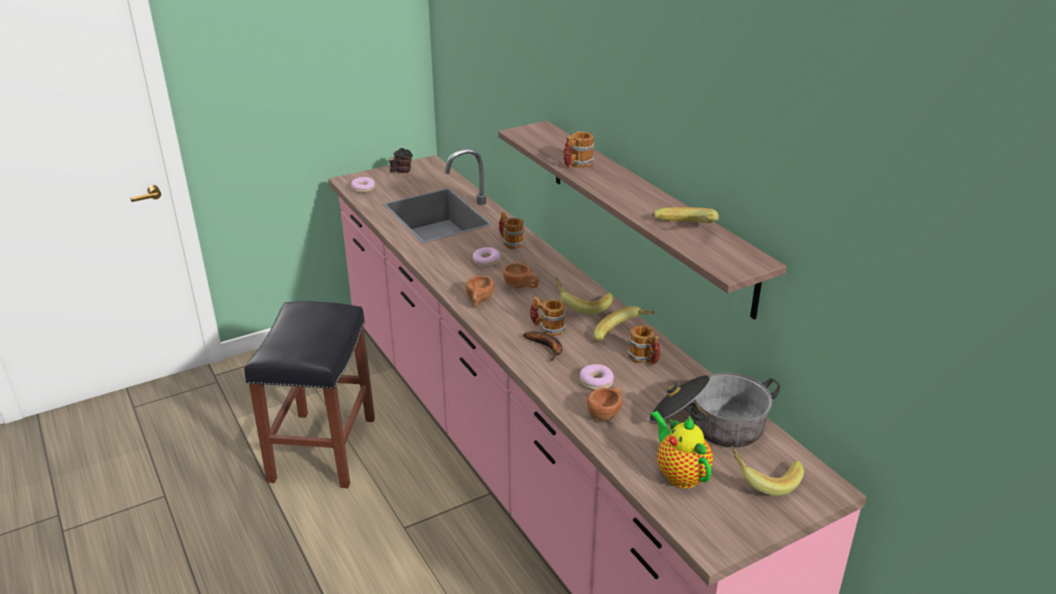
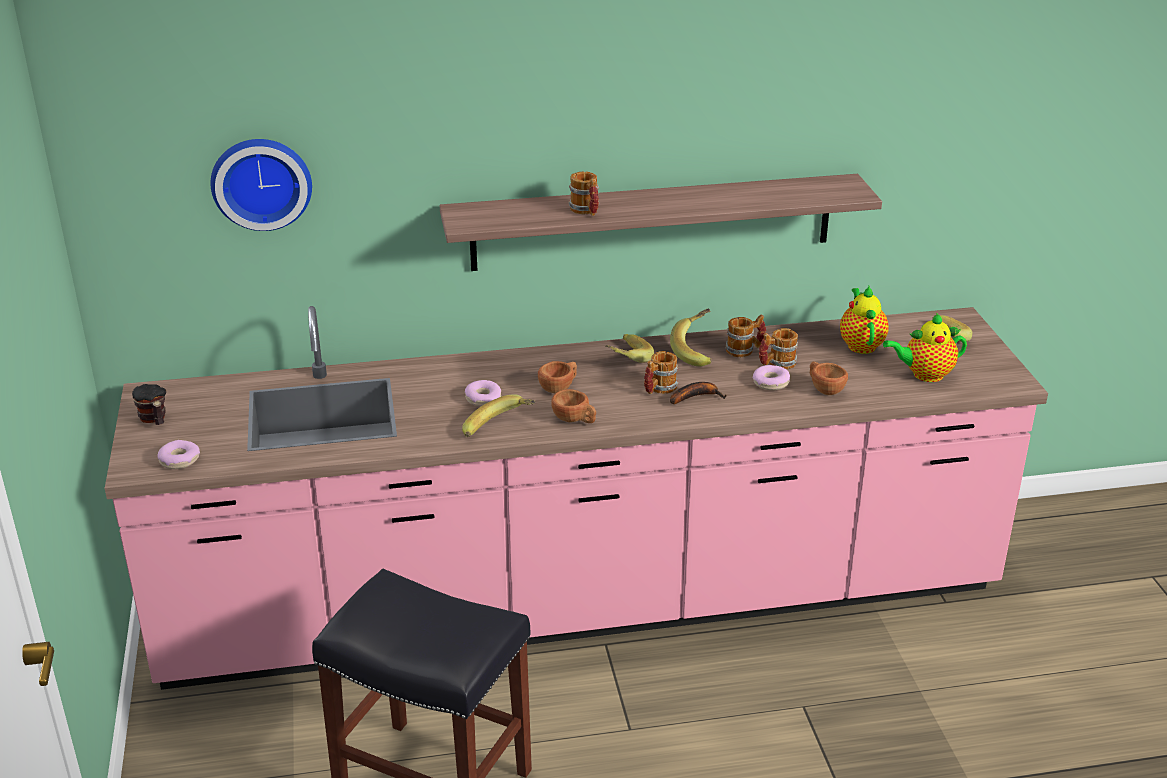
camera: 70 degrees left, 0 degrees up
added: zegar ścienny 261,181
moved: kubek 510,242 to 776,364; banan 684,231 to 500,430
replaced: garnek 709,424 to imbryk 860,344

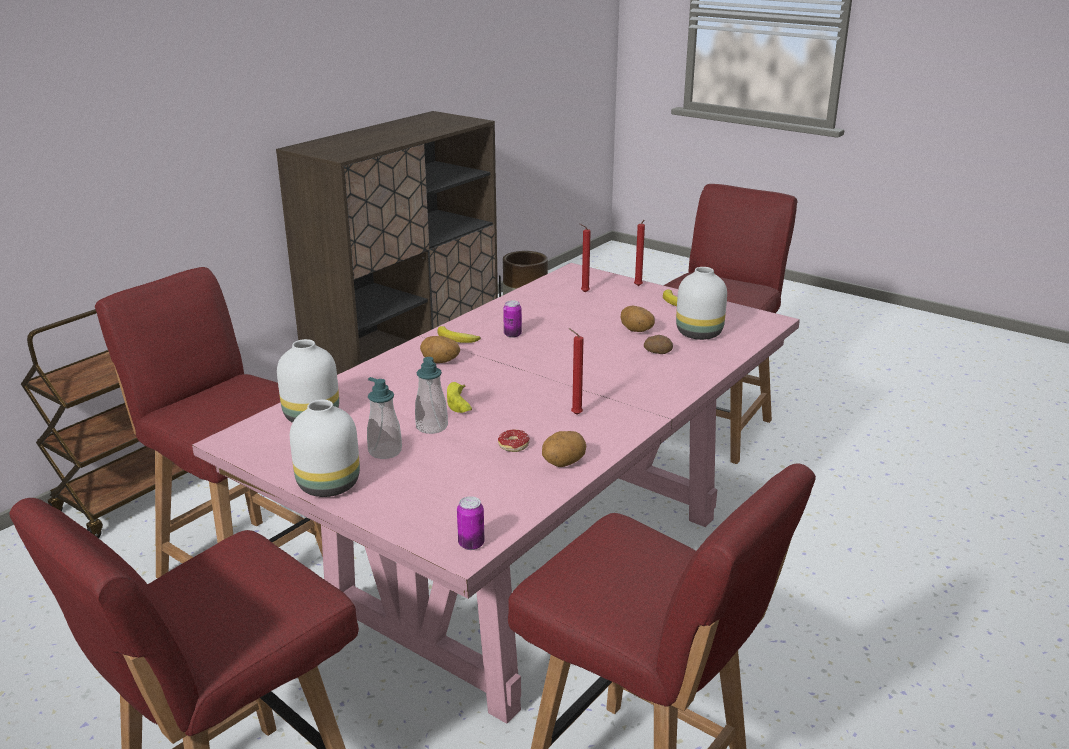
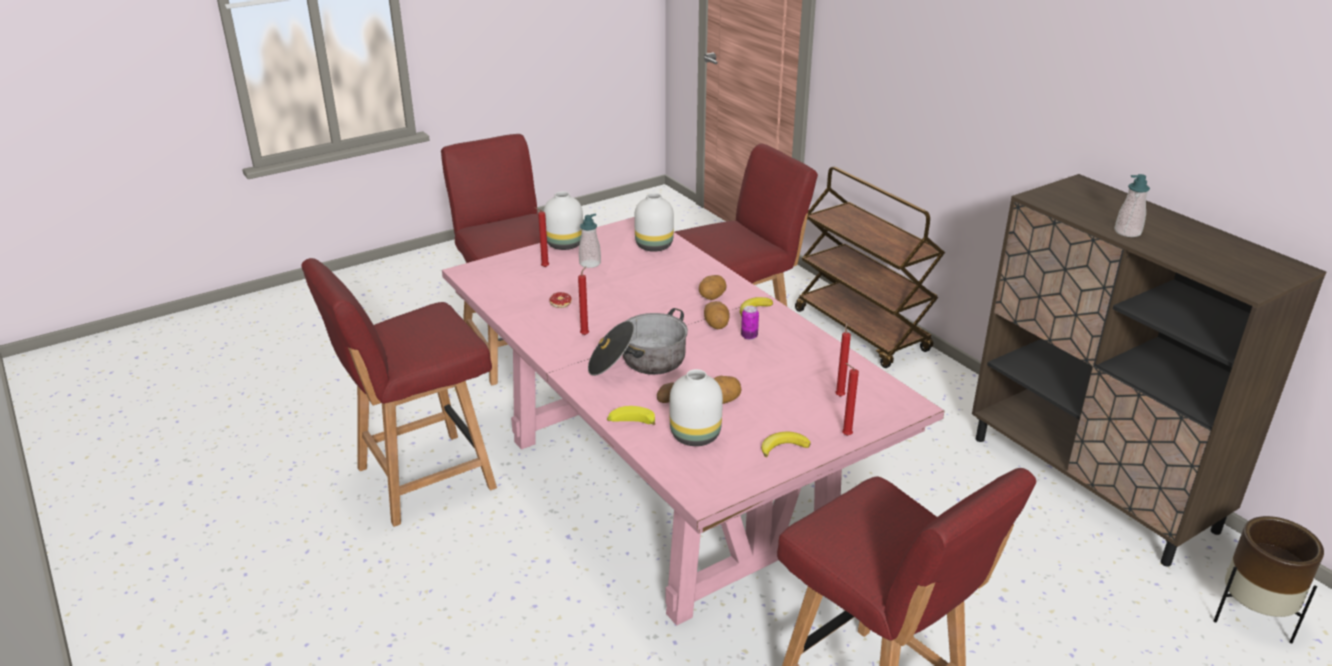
camera: 110 degrees right, 5 degrees up
removed: puszka 471,544
added: świeca (czerwony) 543,267; garnek 638,363
moved: dozownik mydła 431,427 to 1127,232; banan 461,404 to 631,423; ziemniak 563,463 to 716,325

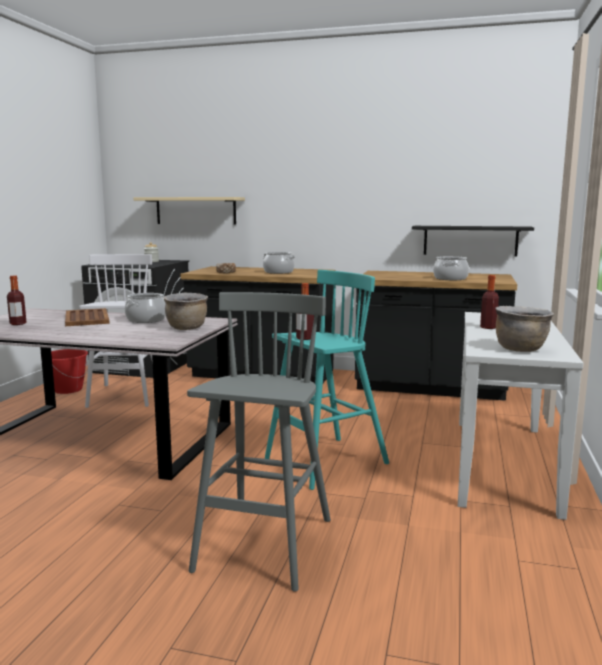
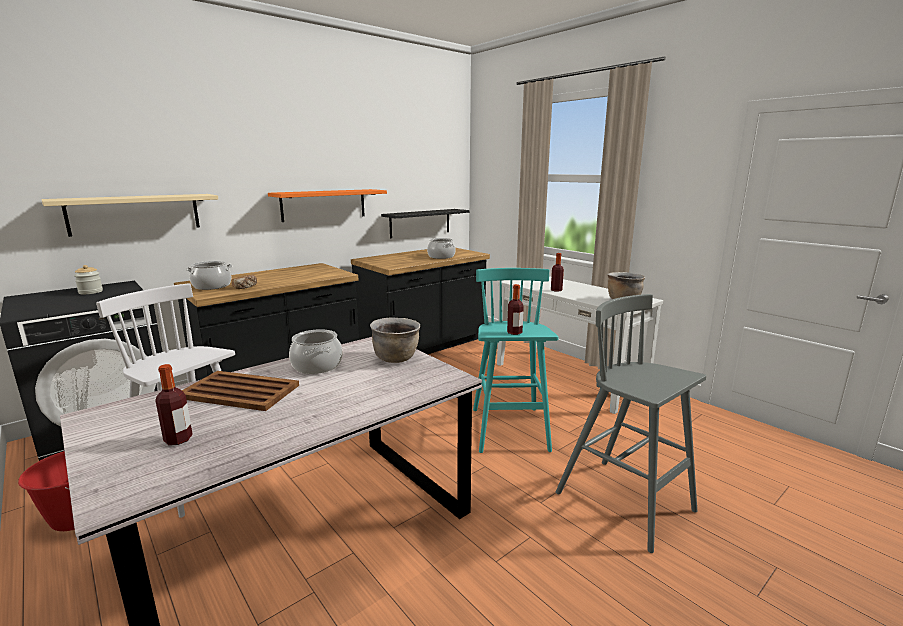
camera: 55 degrees left, 5 degrees up
added: półka (pomarańczowy) 324,205
moved: garnek 278,272 to 212,286

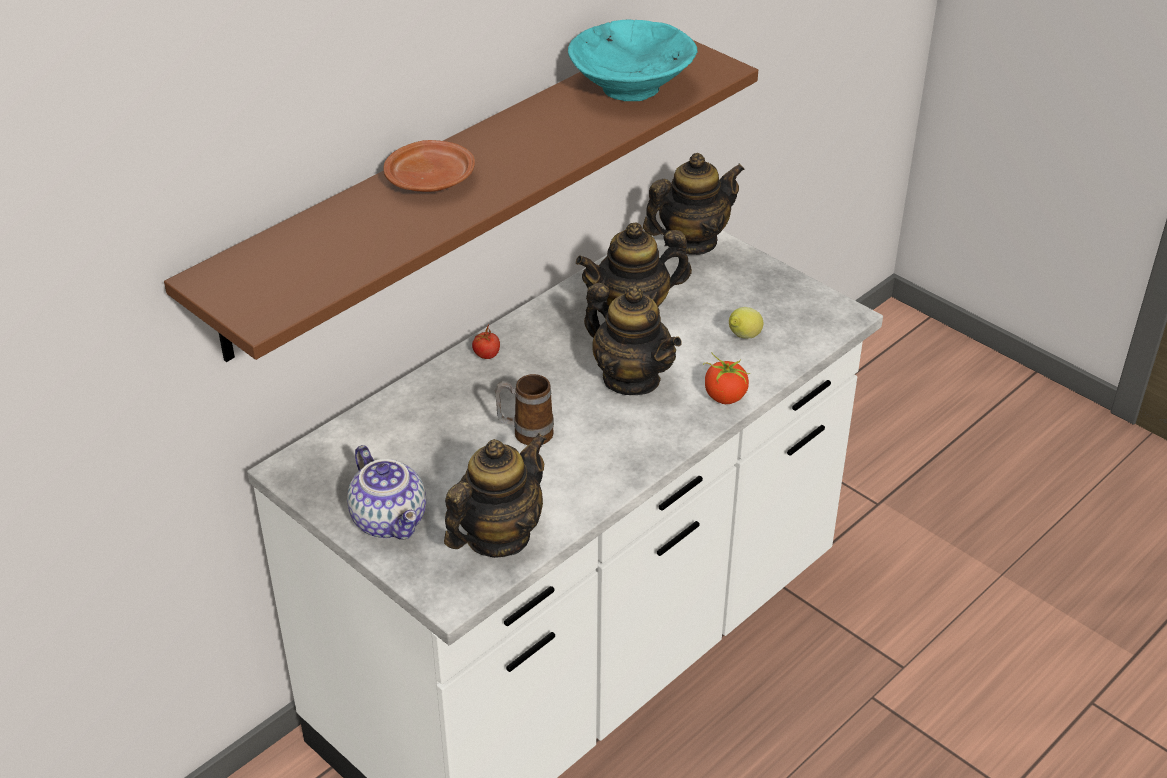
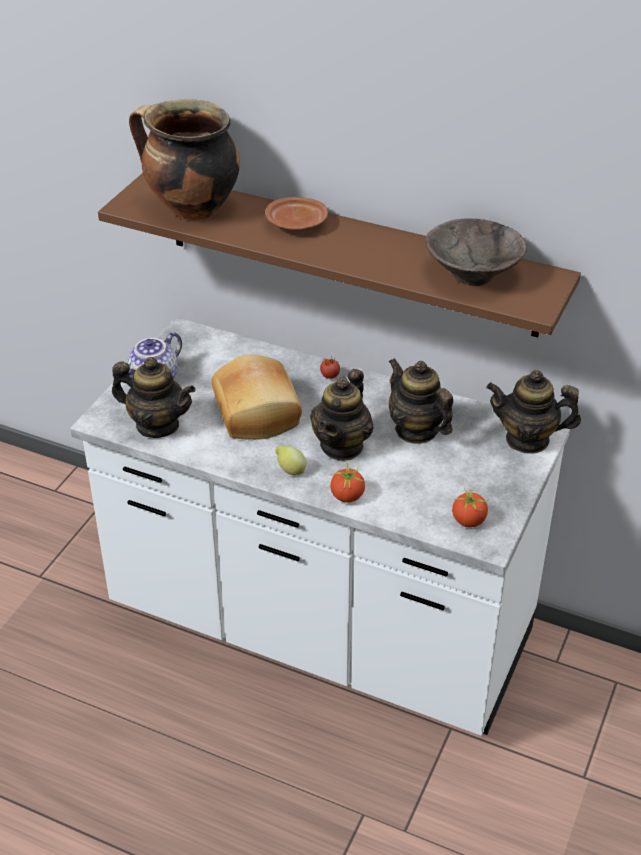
camera: 70 degrees right, 0 degrees up
added: garnek 191,209; pomidor 469,521
moved: cytryna 743,337 to 290,471
replaced: kubek 525,434 to chleb 259,412
recoloured: miska (turkusowy) 632,88 to miska (brązowy) 474,274
turned: imbryk 691,242 = 527,440 150 degrees clockwise

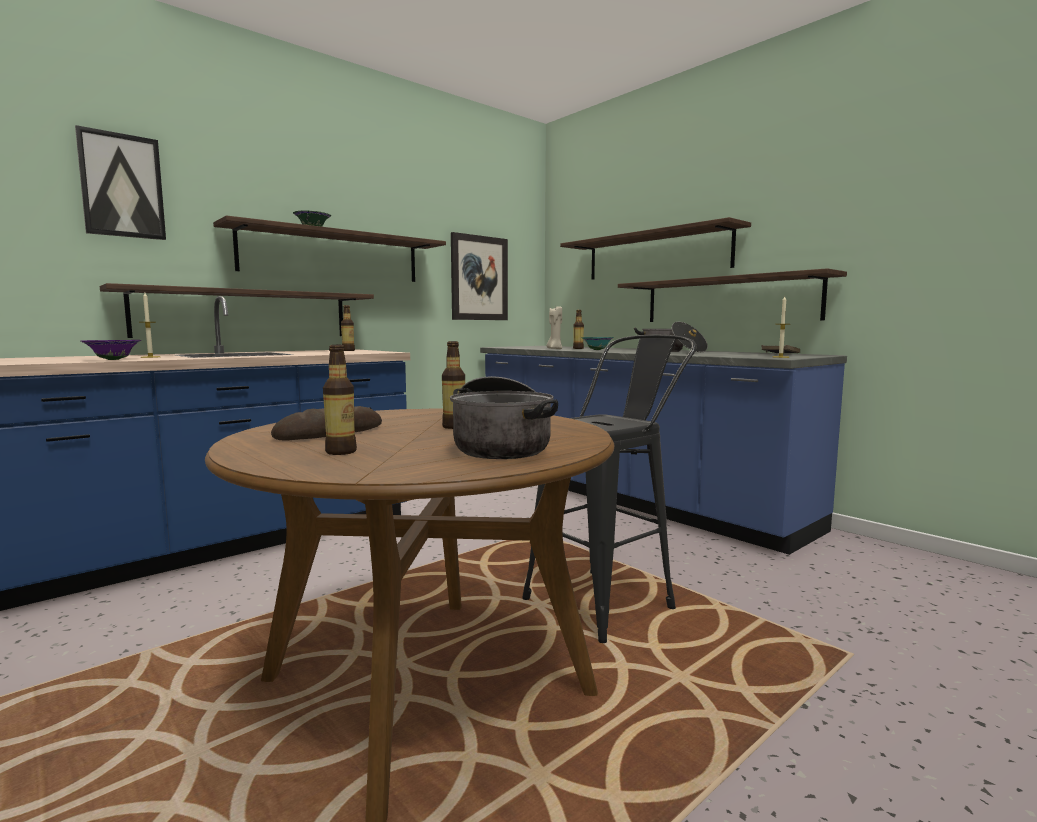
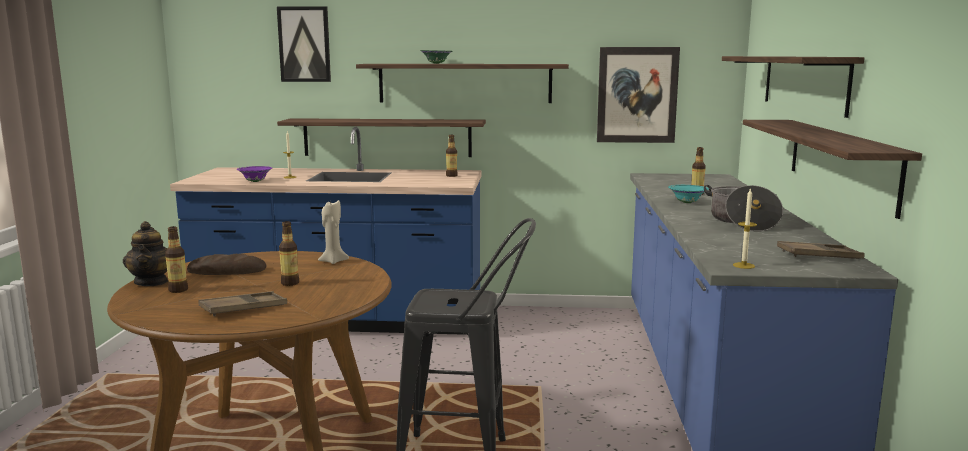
camera: 45 degrees right, 5 degrees up
added: imbryk 151,282
moved: świeca (beżowy) 554,349 to 333,261
replaced: garnek 502,445 to taca (brązowy) 243,309

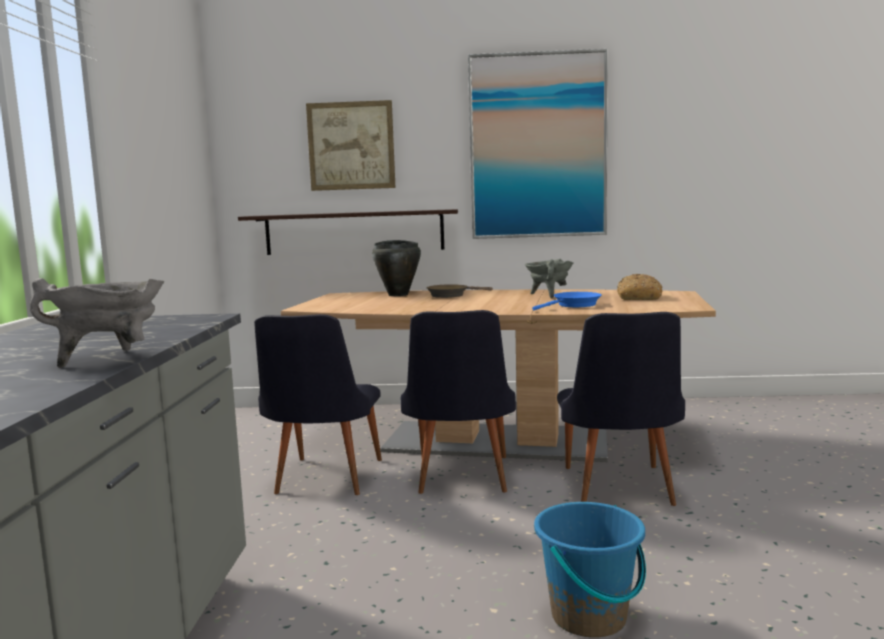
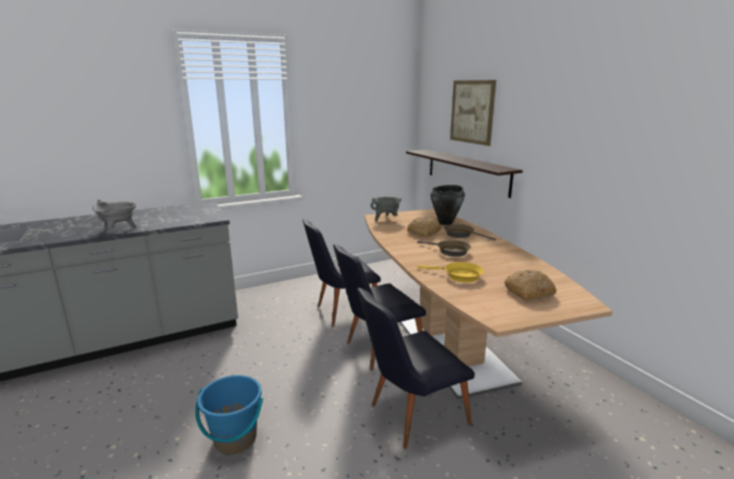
camera: 60 degrees right, 10 degrees up
removed: obraz 537,146
added: chleb 423,232; patelnia (brązowy) 450,251
moved: garnek (szary) 548,295 to 386,219
recoloured: patelnia (niebieski) 574,305 to patelnia (żółty) 459,276

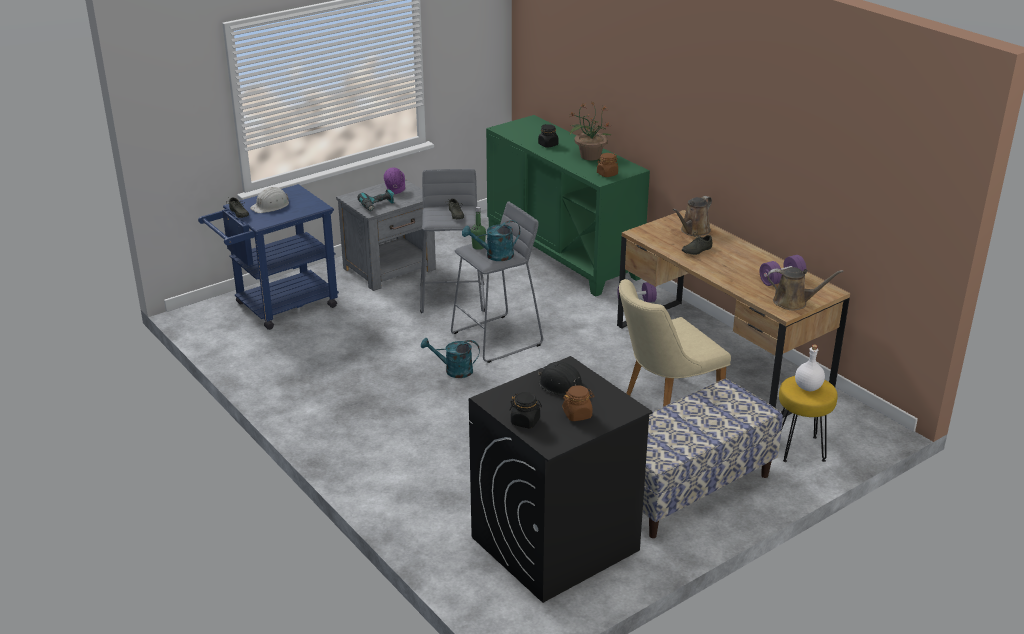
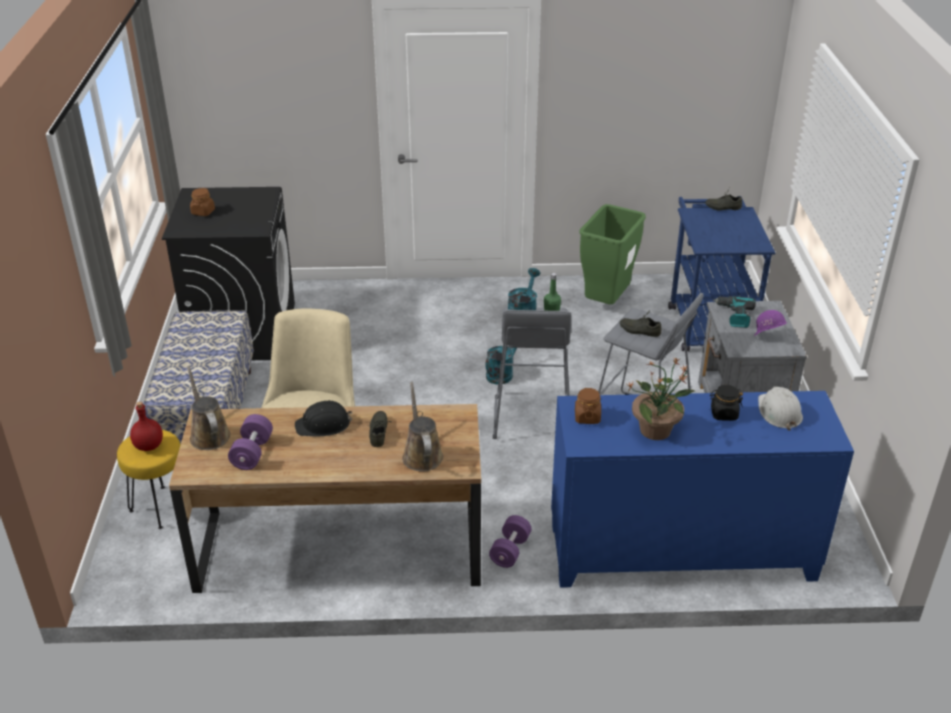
camera: 125 degrees right, 5 degrees up
removed: słoik (czarny) 525,421
added: kosz na śmieci (zielony) 606,302
moved: kask (biały) 271,206 to 779,412; kask (czarny) 563,386 to 323,425
recoloured: szafka (zielony) 563,253 to szafka (niebieski) 681,553; butelka (biały) 808,388 to butelka (czerwony) 148,446
turned: konewka (brązowy) 793,302 = 208,434 105 degrees clockwise

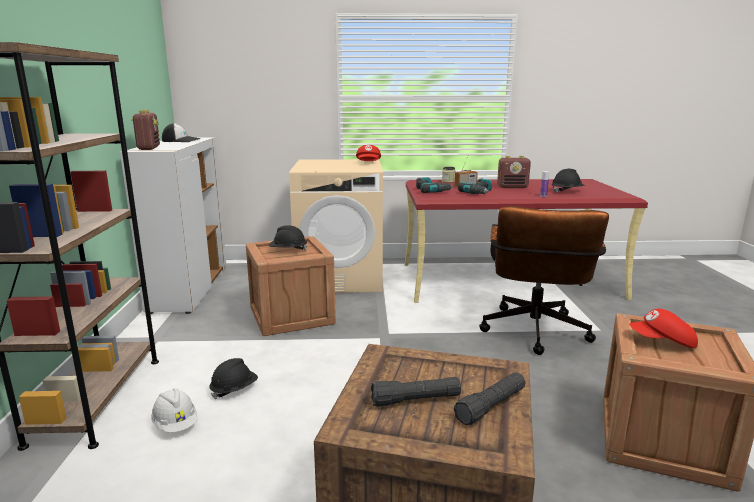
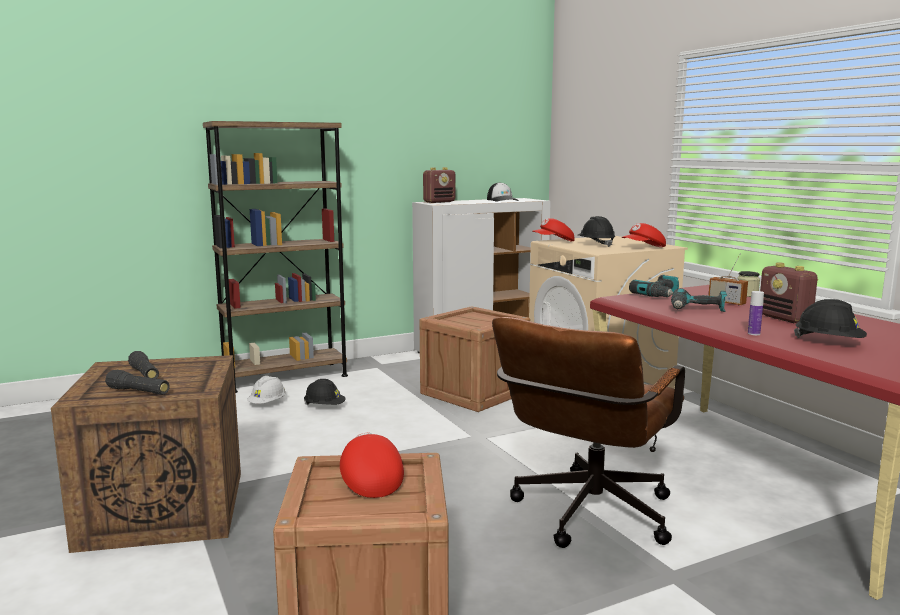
camera: 65 degrees right, 5 degrees down
added: czapka z daszkiem (czerwony) 554,241
moved: kask (czarny) 288,251 to 596,244
turned: krzesło biurowe (brązowy) 534,334 = 587,517 45 degrees counterclockwise

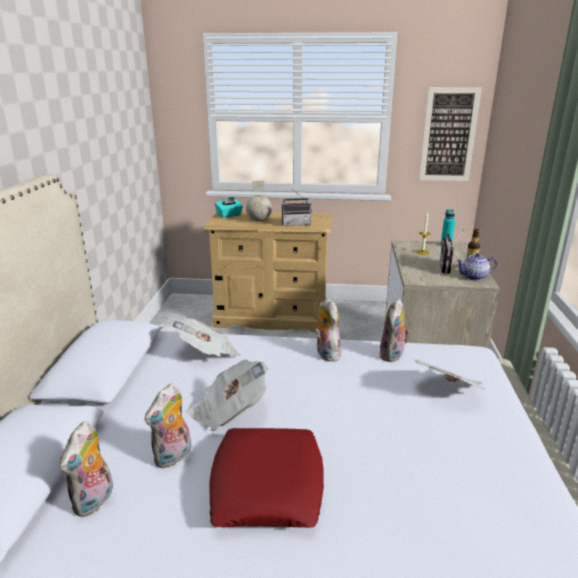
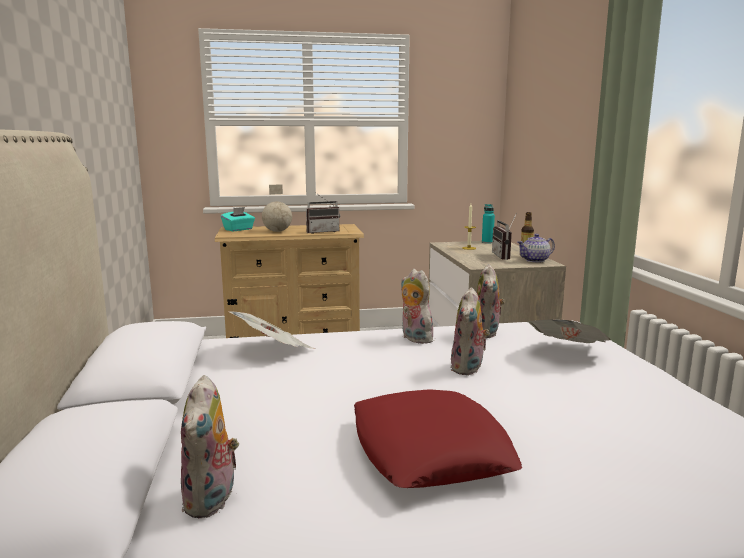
camera: 15 degrees left, 10 degrees down
removed: gazeta 229,411; obraz 448,135
moved: pluszak 173,457 to 468,368

